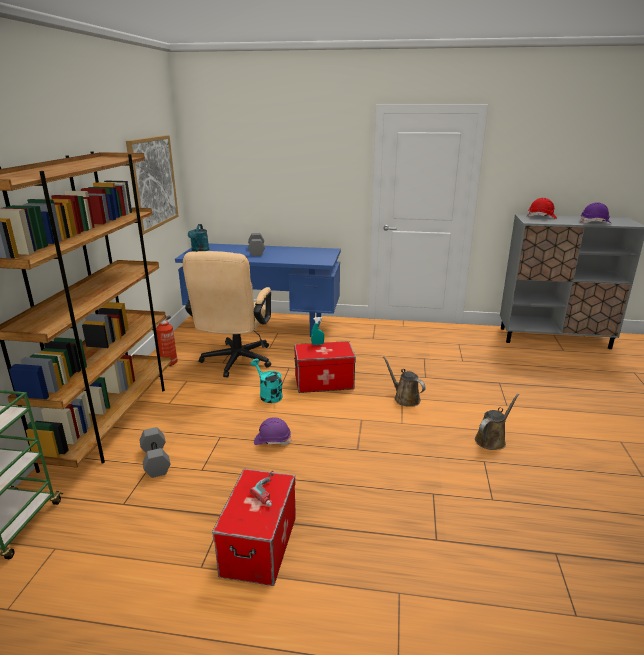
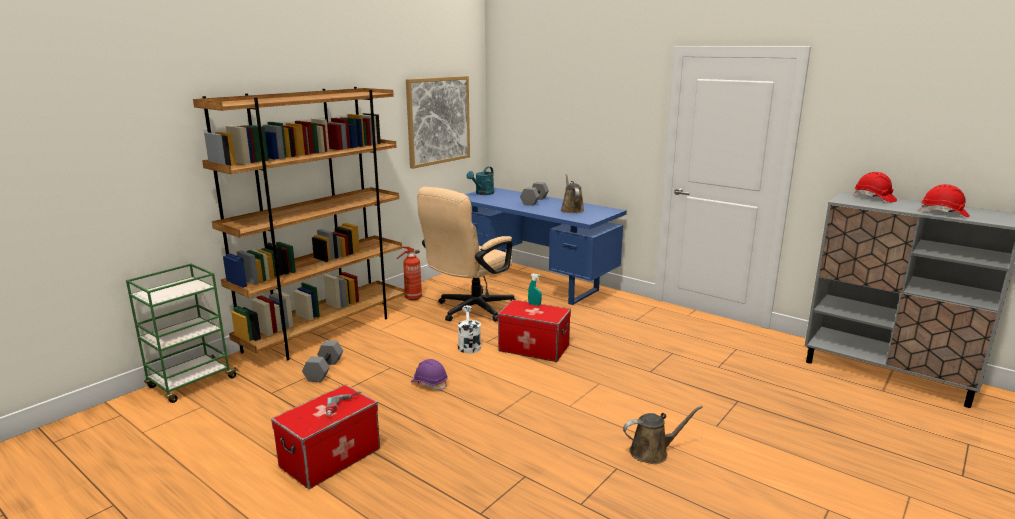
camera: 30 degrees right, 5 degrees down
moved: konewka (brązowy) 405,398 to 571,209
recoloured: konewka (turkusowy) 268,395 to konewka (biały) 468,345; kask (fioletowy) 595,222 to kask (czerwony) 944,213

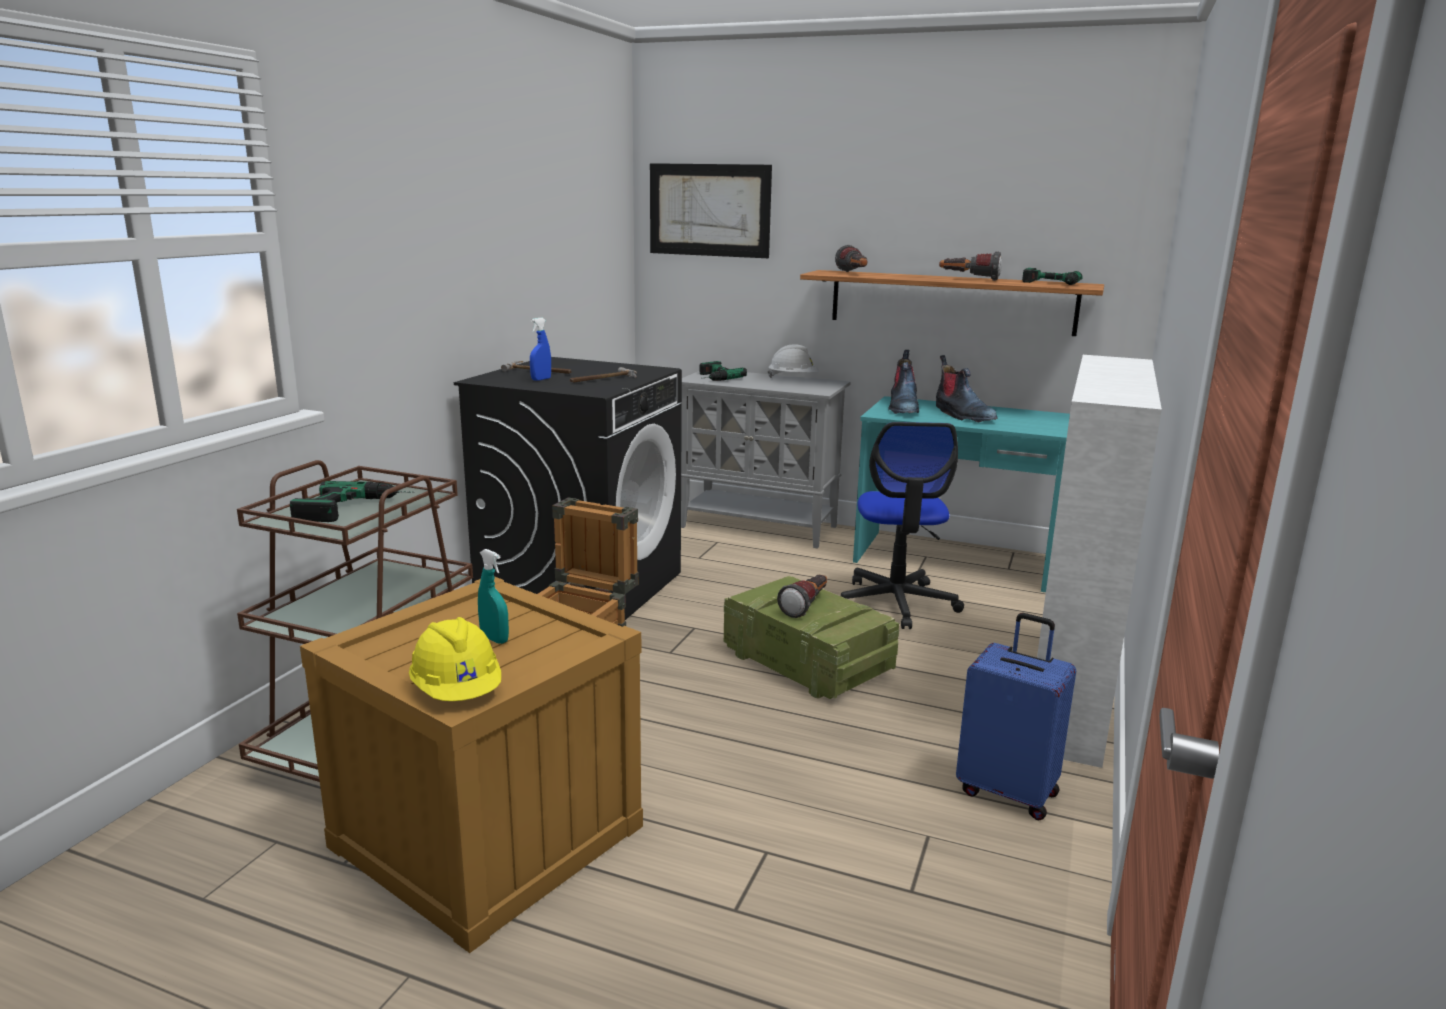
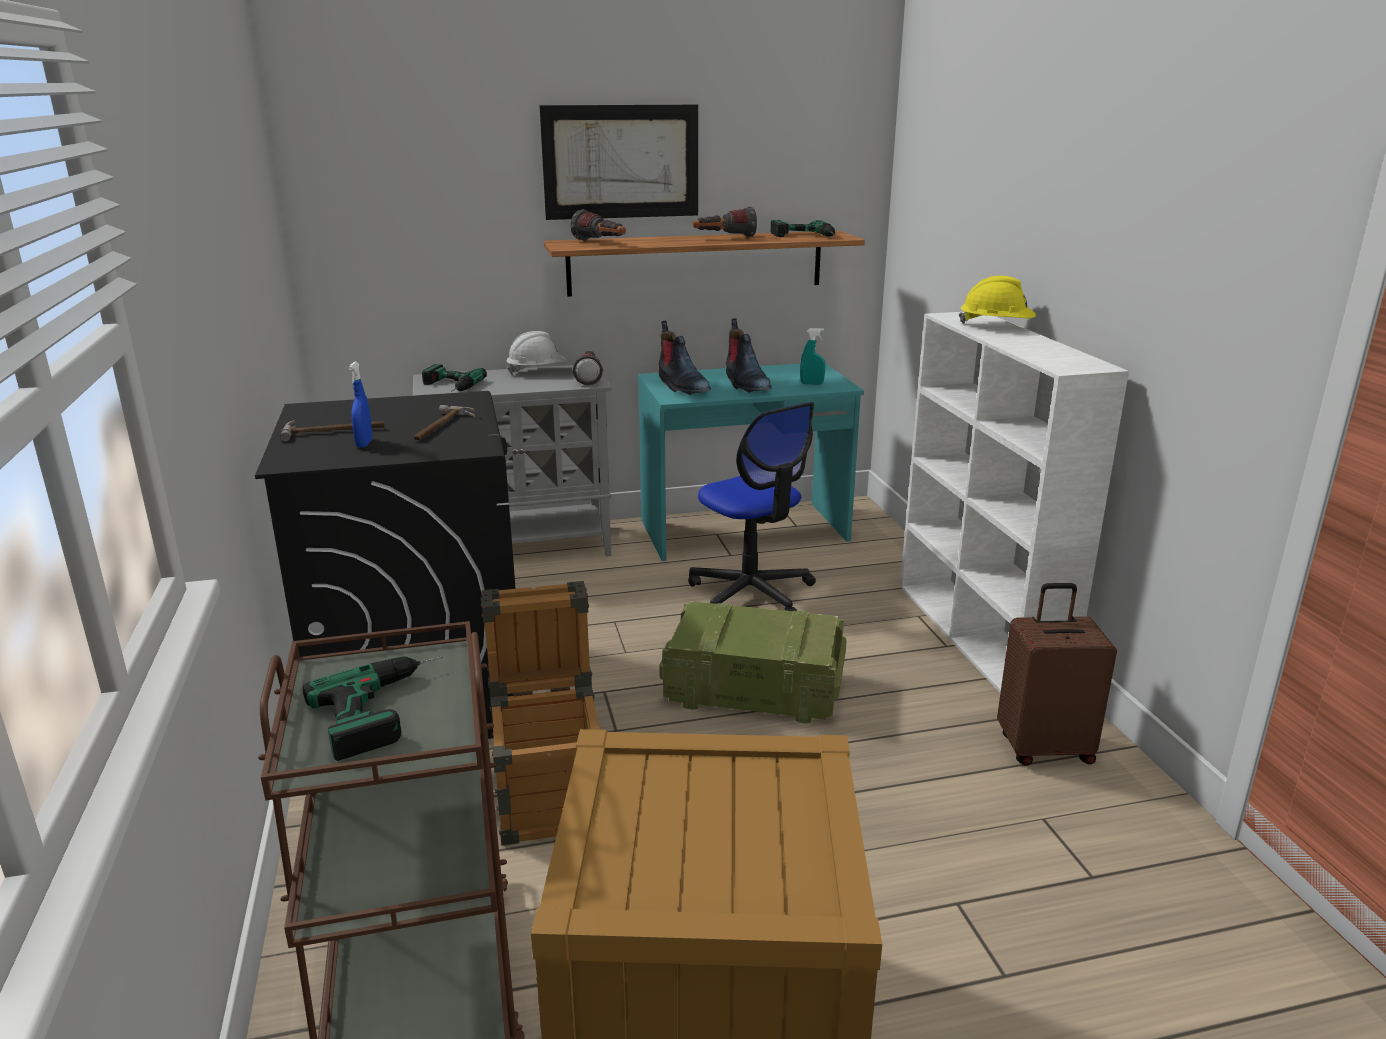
camera: 35 degrees left, 5 degrees up
moved: kask (żółty) 457,692 to 996,326; spryskiwacz (turkusowy) 494,639 to 812,383; obraz 709,210 to 621,162; latarka 807,606 to 589,377
recoloured: walizka (niebieski) 1008,791 to walizka (brązowy) 1044,748
turned: but z cholewką 962,415 = 745,383 45 degrees clockwise

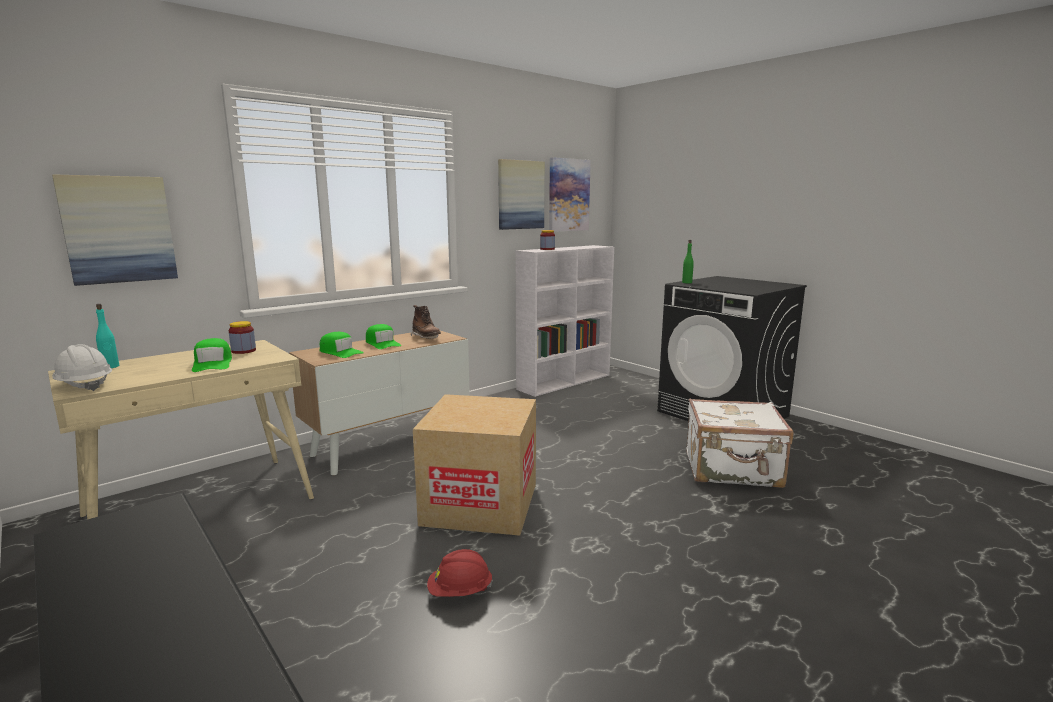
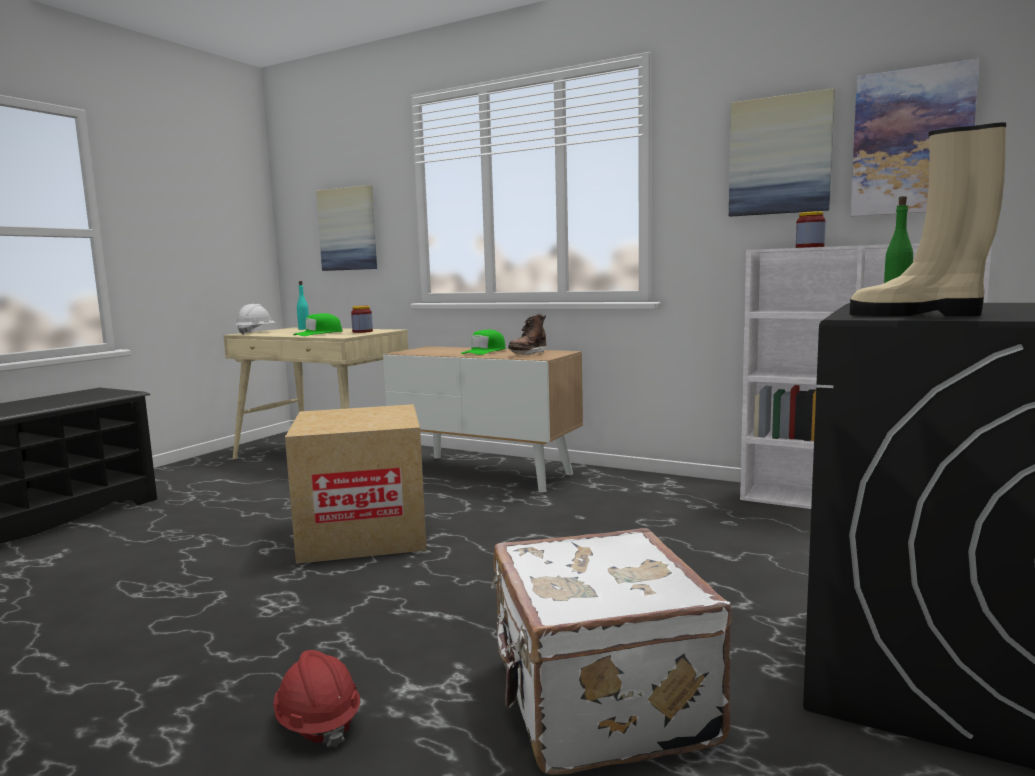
camera: 70 degrees right, 5 degrees down
removed: czapka z daszkiem (zielony) 340,352
added: but z cholewką (beżowy) 918,315
moved: kask (czerwony) 460,592 to 317,722

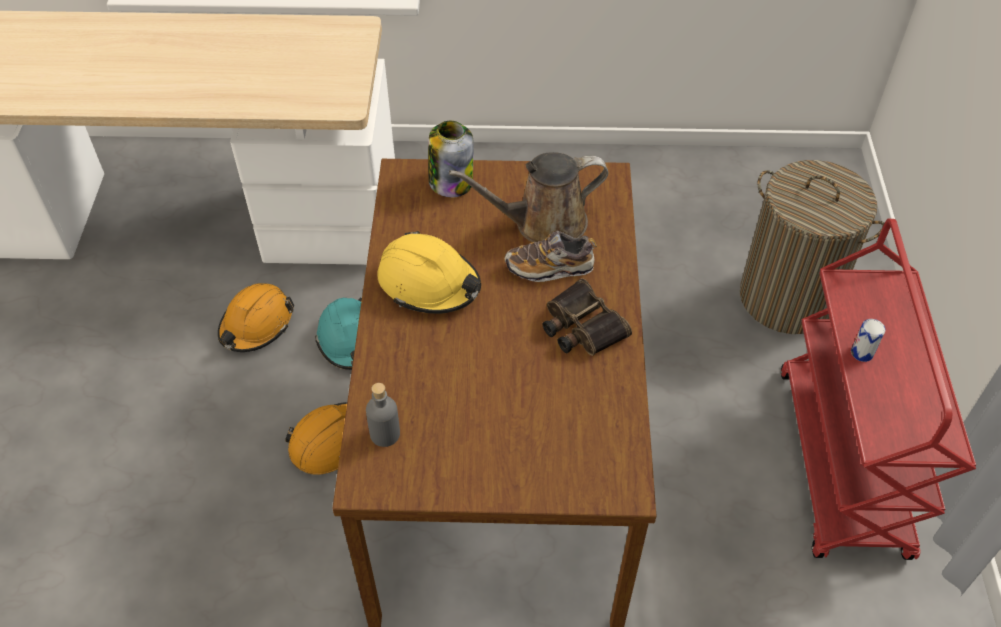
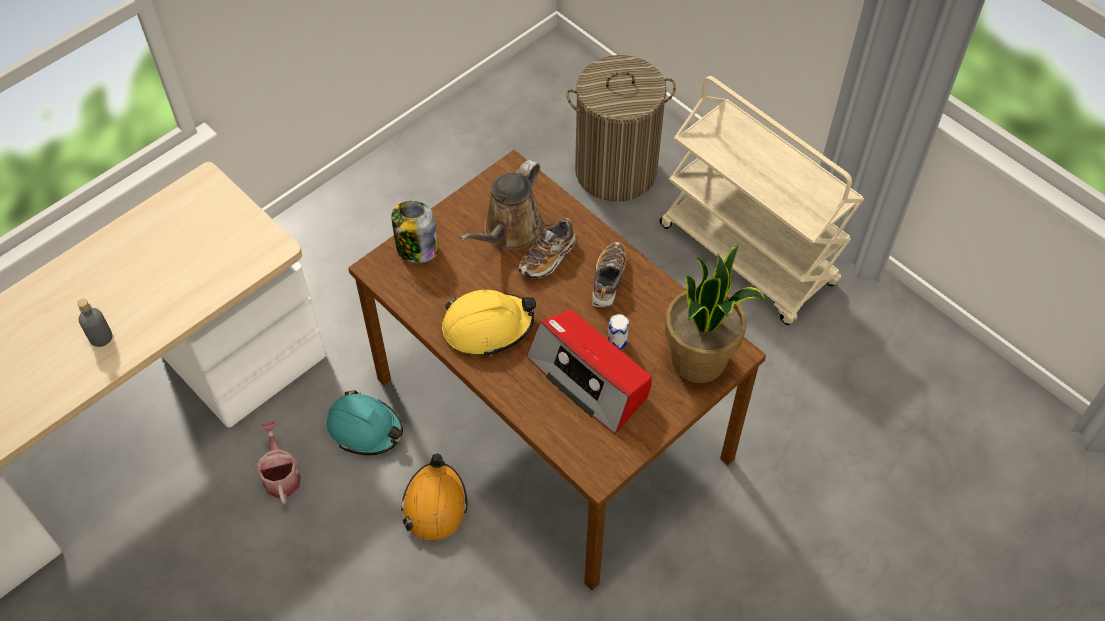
camera: 45 degrees left, 5 degrees up
added: radio 589,378; roślina doniczkowa 699,361
moved: butelka (szary) 385,434 to 101,337; puszka 862,353 to 617,342
replaced: kask (pomarańczowy) 256,325 to konewka 281,475; lornetka 581,327 to but 608,280
recoloured: wózek (czerwony) 843,463 to wózek (beżowy) 749,255

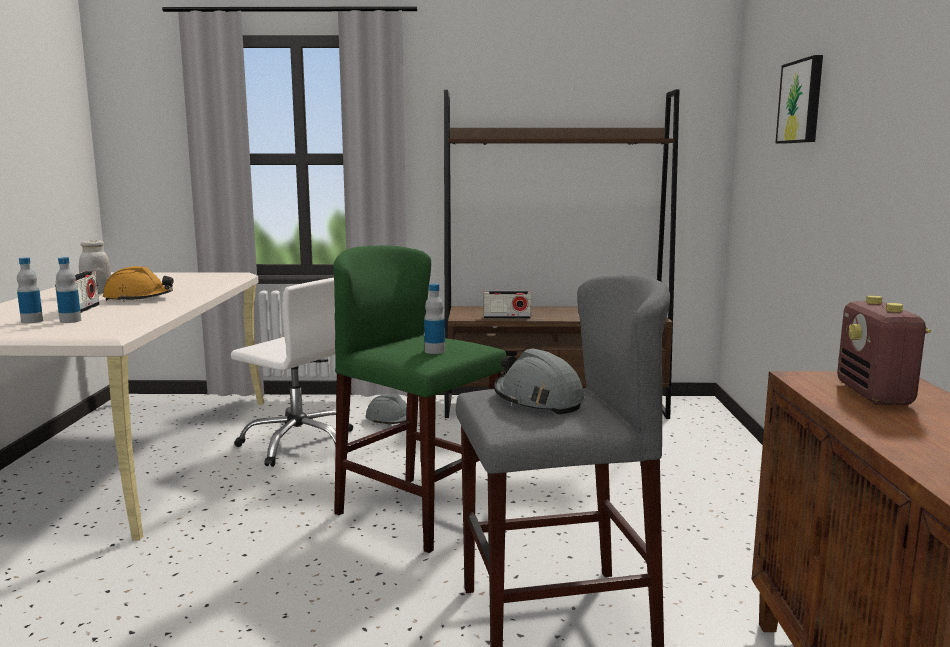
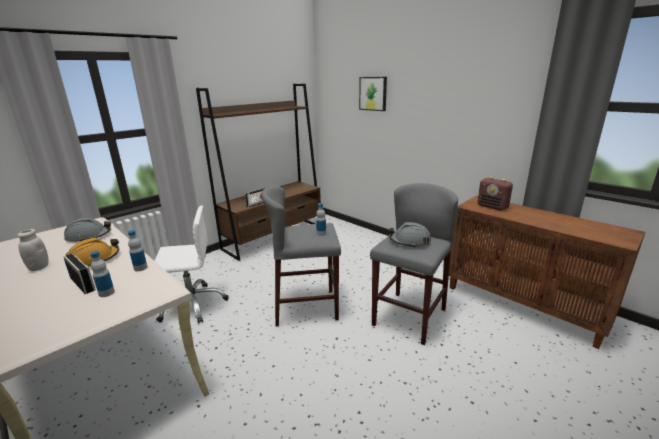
camera: 45 degrees left, 10 degrees up
moved: butelka 32,321 to 140,268; kask (szary) 391,420 to 89,237
recoloured: stołek (zielony) 418,513 to stołek (szary) 306,307

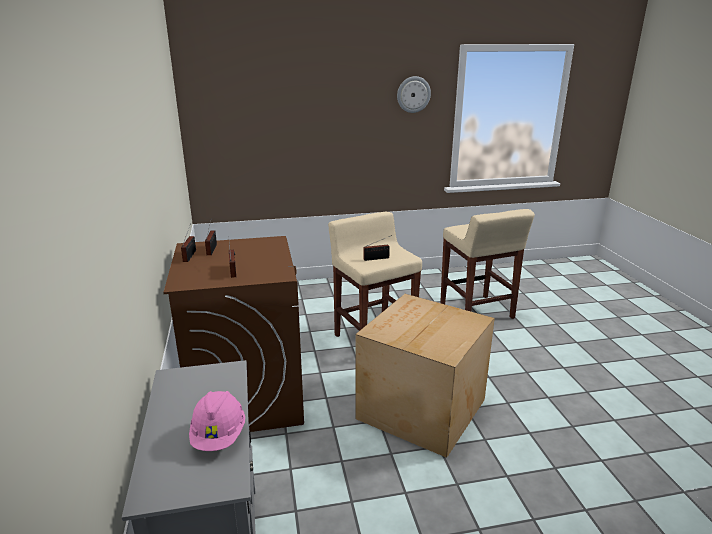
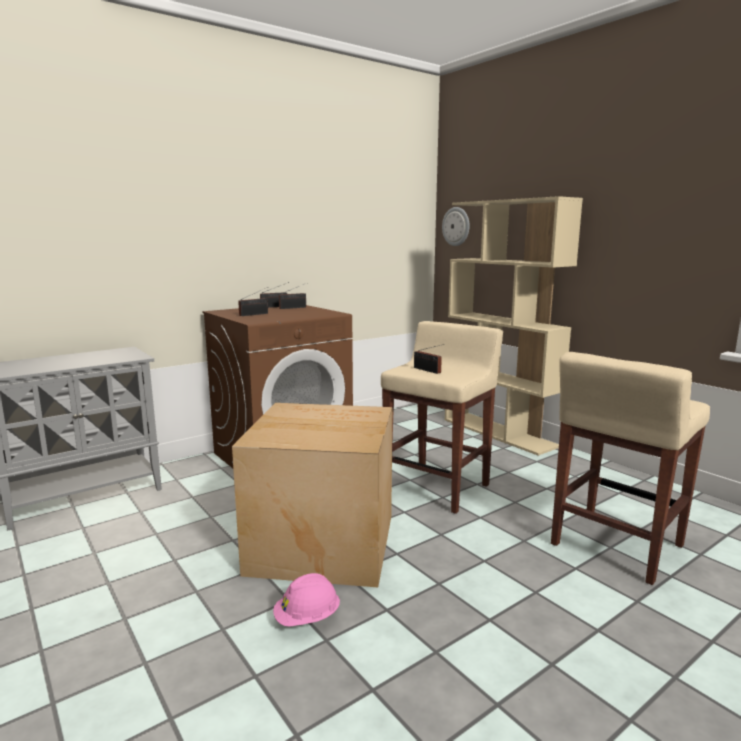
camera: 65 degrees right, 10 degrees down
added: regał (beżowy) 499,432
moved: kask (różowy) 219,436 to 307,618; zegar ścienny 413,94 to 456,226

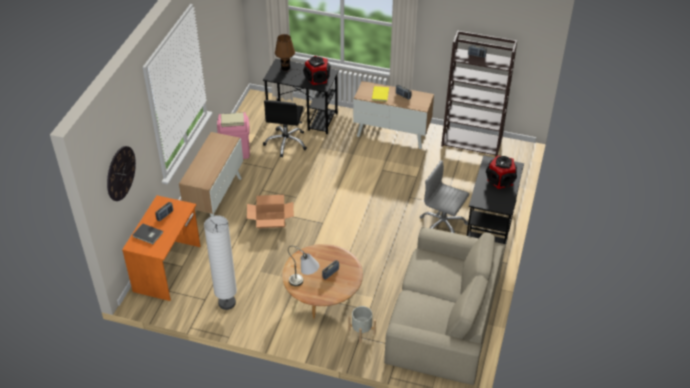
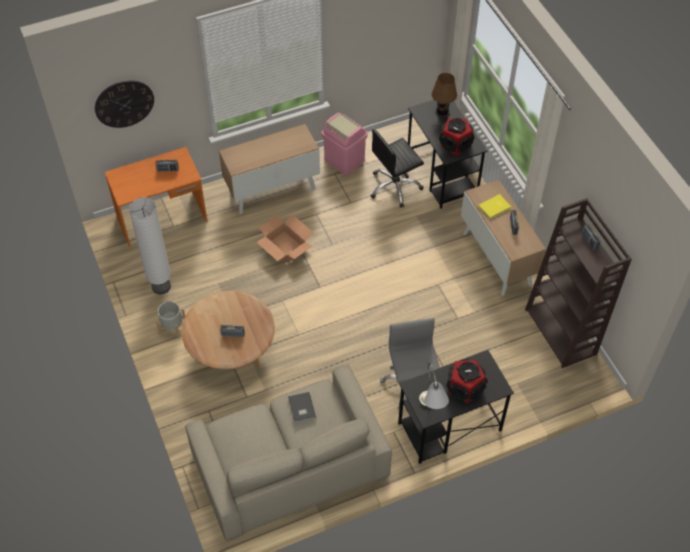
camera: 50 degrees right, 10 degrees up
moved: książka (szary) 147,235 to 301,408; lampa stołowa (szary) 304,284 to 431,410; donica (szary) 361,332 to 172,328

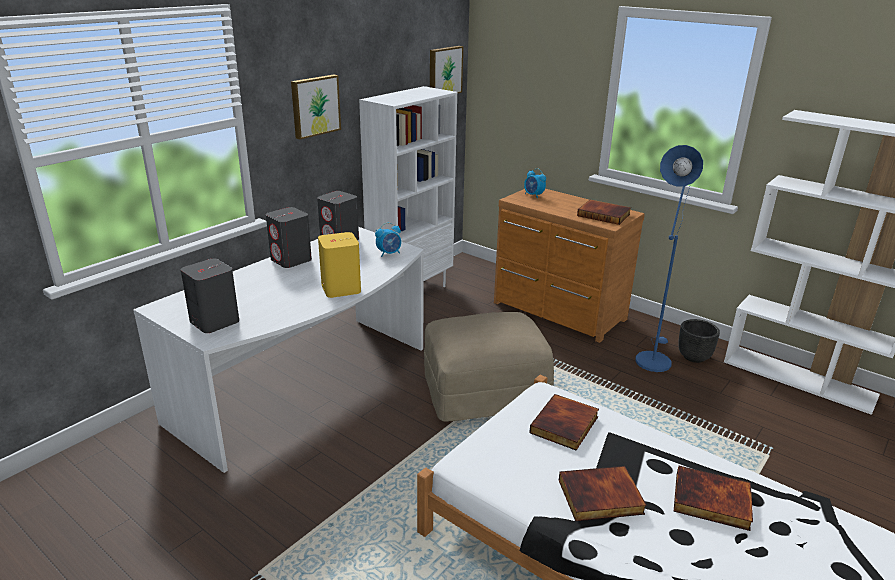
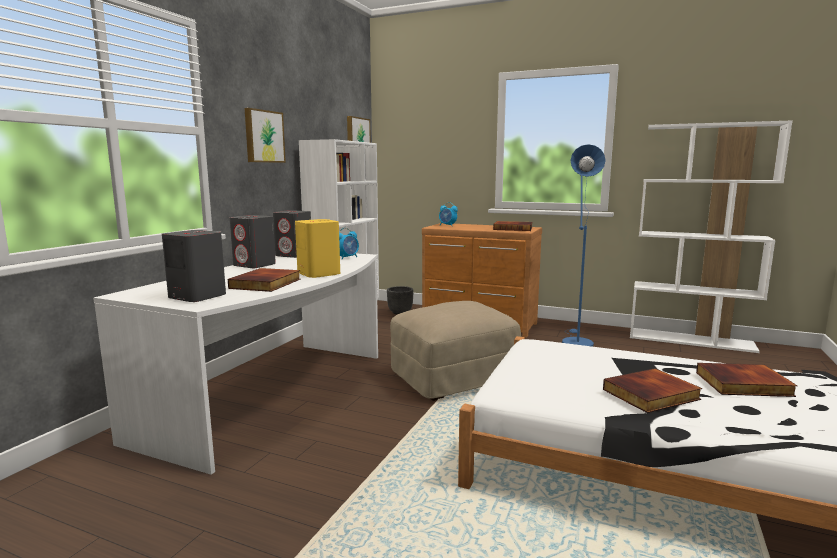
camera: 15 degrees left, 15 degrees down
moved: książka 565,425 to 266,284; donica (czarny) 694,357 to 400,312

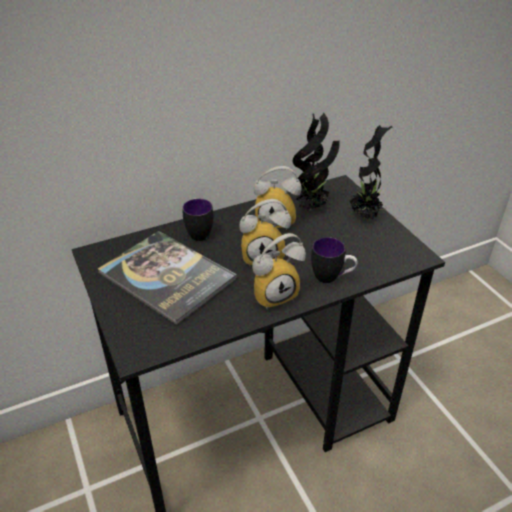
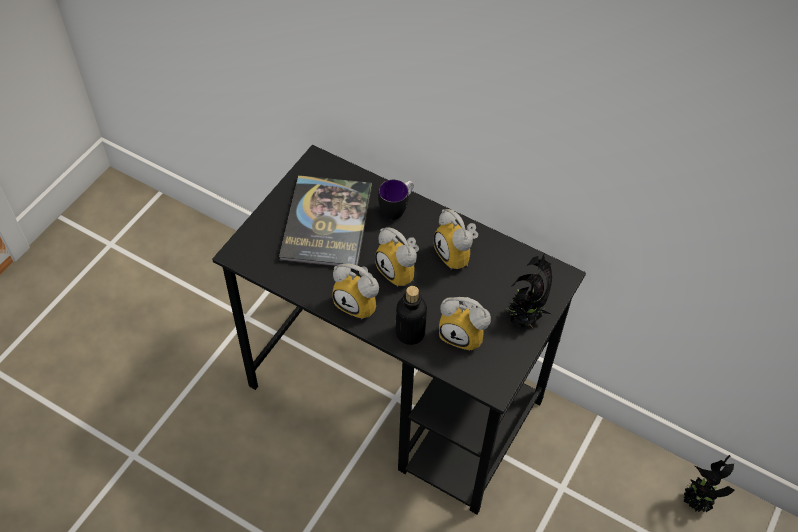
camera: 55 degrees right, 15 degrees up
added: budzik 464,334
moved: roślina doniczkowa 311,207 to 697,502
replaced: kubek 332,278 to butelka 410,333

